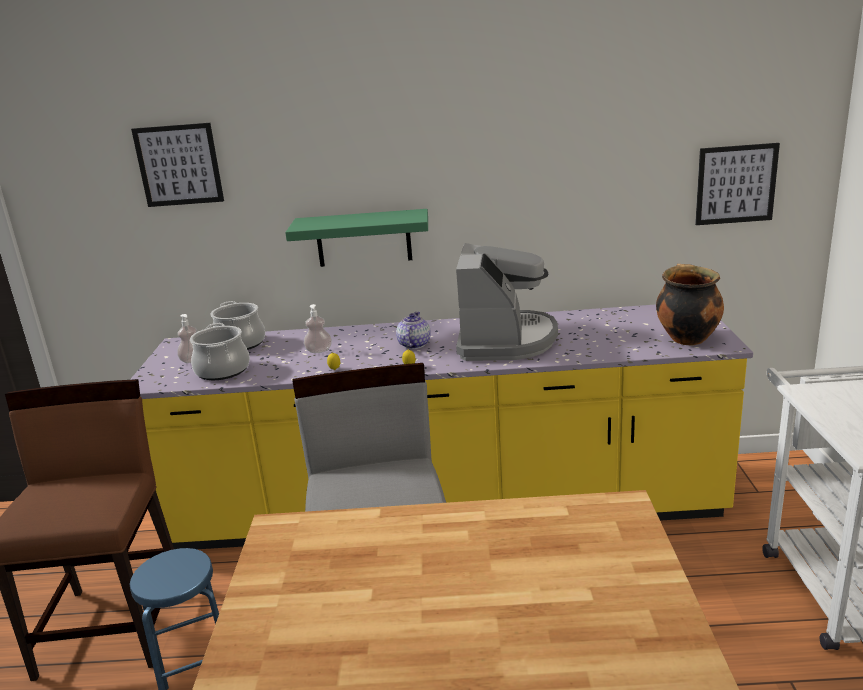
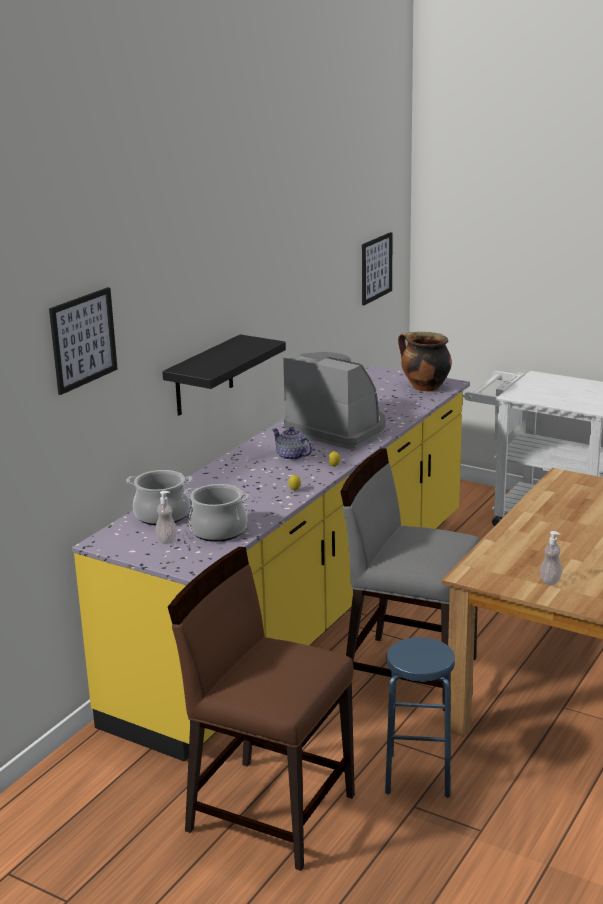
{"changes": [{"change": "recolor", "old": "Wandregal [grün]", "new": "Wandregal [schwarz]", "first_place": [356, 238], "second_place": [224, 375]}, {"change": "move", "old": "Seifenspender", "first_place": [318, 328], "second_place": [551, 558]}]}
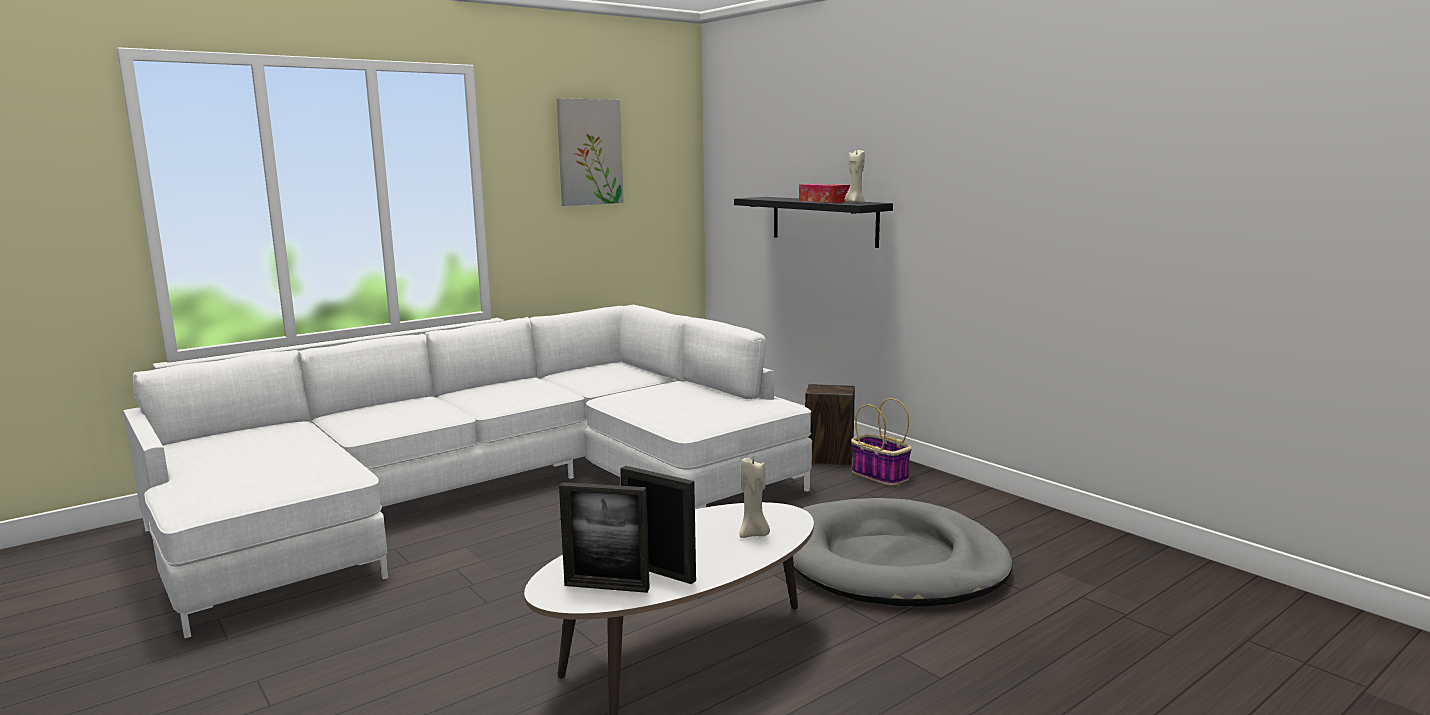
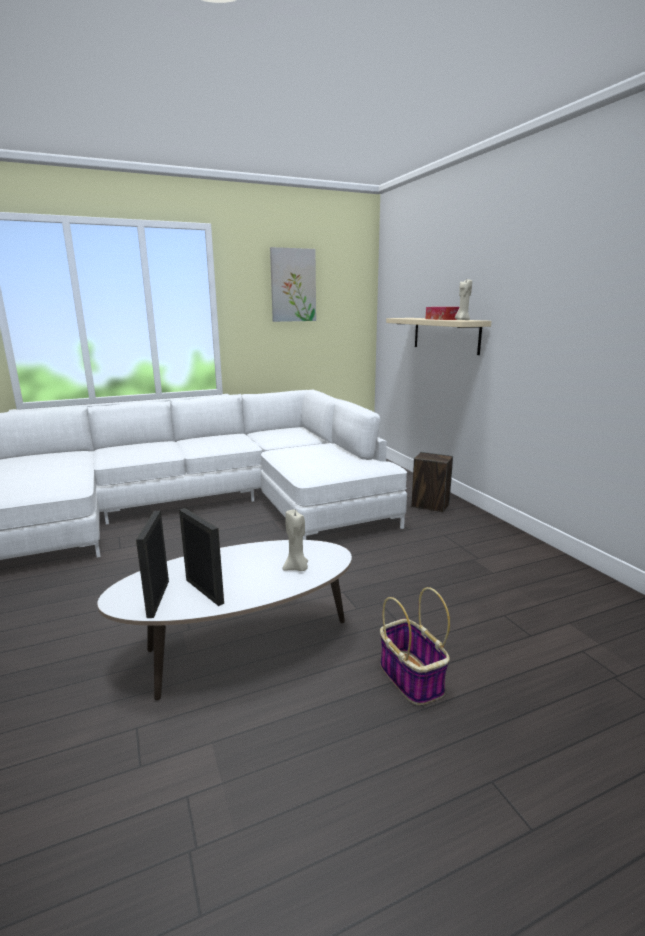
{"changes": [{"change": "rotate", "old": "Bilderrahmen", "first_place": [604, 537], "second_place": [152, 564], "degrees": 60}, {"change": "move", "old": "Korb", "first_place": [881, 442], "second_place": [415, 646]}, {"change": "recolor", "old": "Wandregal [schwarz]", "new": "Wandregal [beige]", "first_place": [813, 222], "second_place": [439, 336]}, {"change": "delete", "old": "Hundebett [grau]", "first_place": [902, 552]}]}
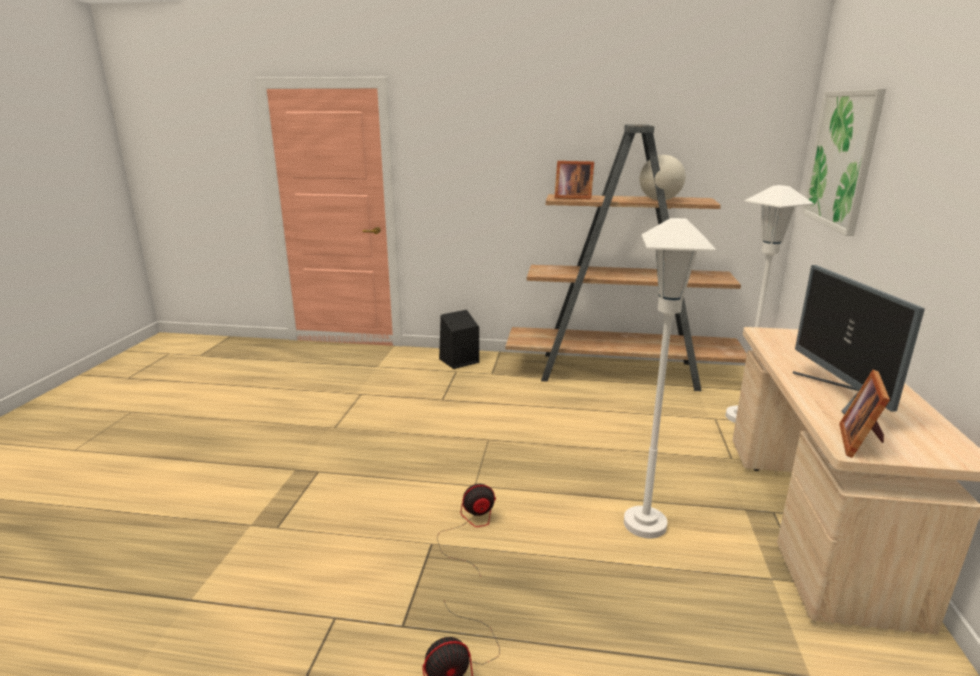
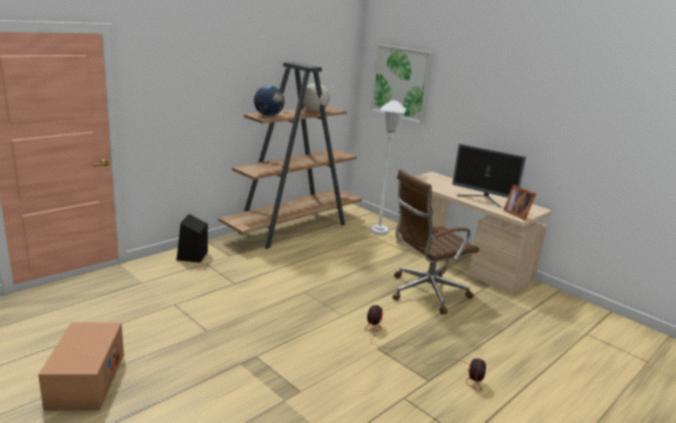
{"changes": [{"change": "insert", "new": "Karton", "second_place": [81, 366]}, {"change": "replace", "old": "Bilderrahmen", "new": "Globus", "first_place": [574, 180], "second_place": [269, 100]}, {"change": "replace", "old": "Stehlampe [weiß]", "new": "Bürostuhl [braun]", "first_place": [670, 378], "second_place": [435, 242]}]}
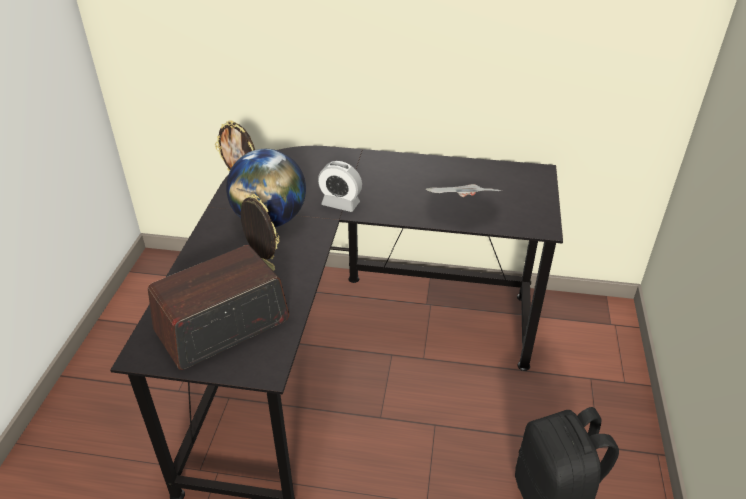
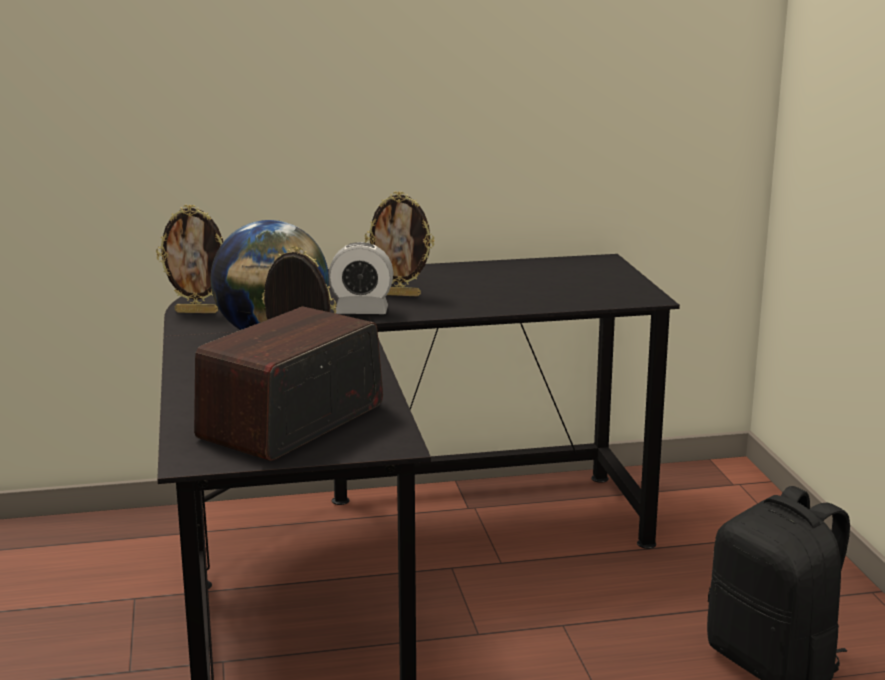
{"changes": [{"change": "insert", "new": "Bilderrahmen", "second_place": [399, 243]}, {"change": "delete", "old": "Zeitung", "first_place": [463, 190]}]}
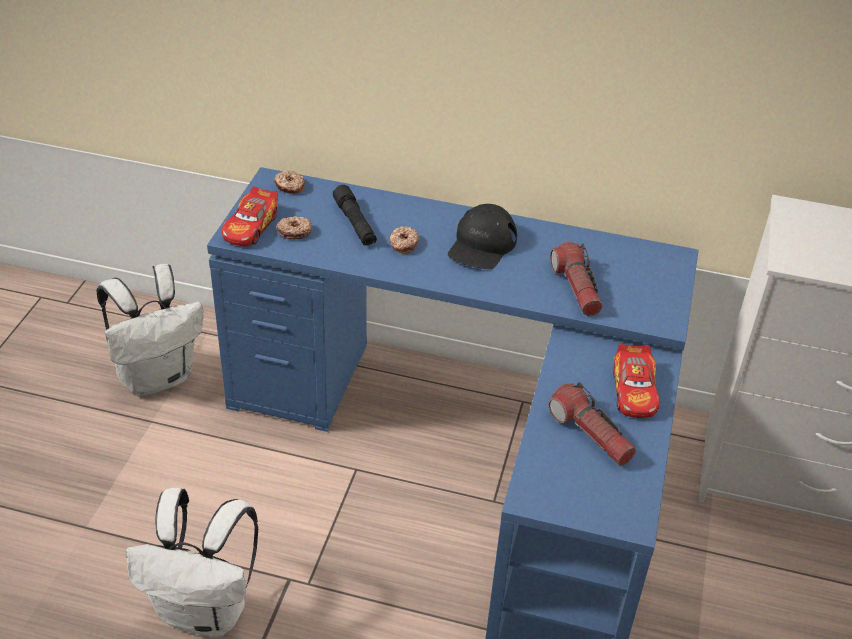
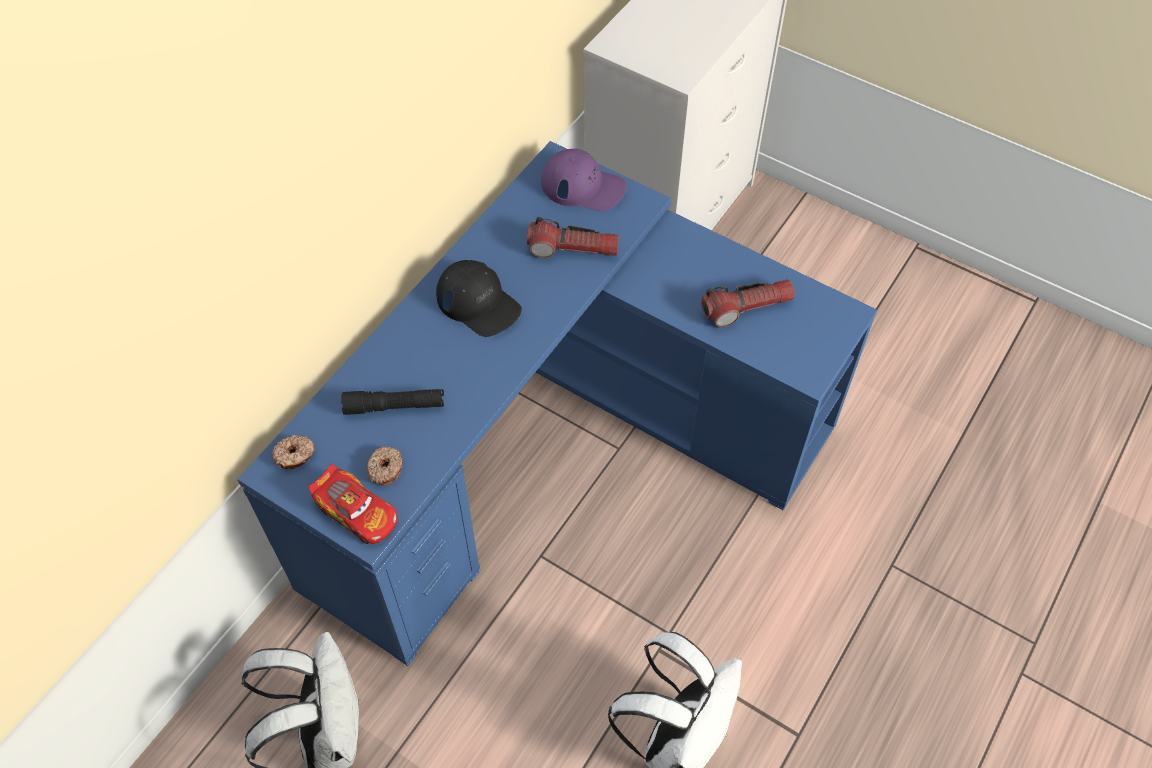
{"changes": [{"change": "insert", "new": "Kappe [lila]", "second_place": [584, 179]}, {"change": "delete", "old": "Donut", "first_place": [404, 240]}, {"change": "delete", "old": "Spielzeugauto", "first_place": [636, 381]}]}
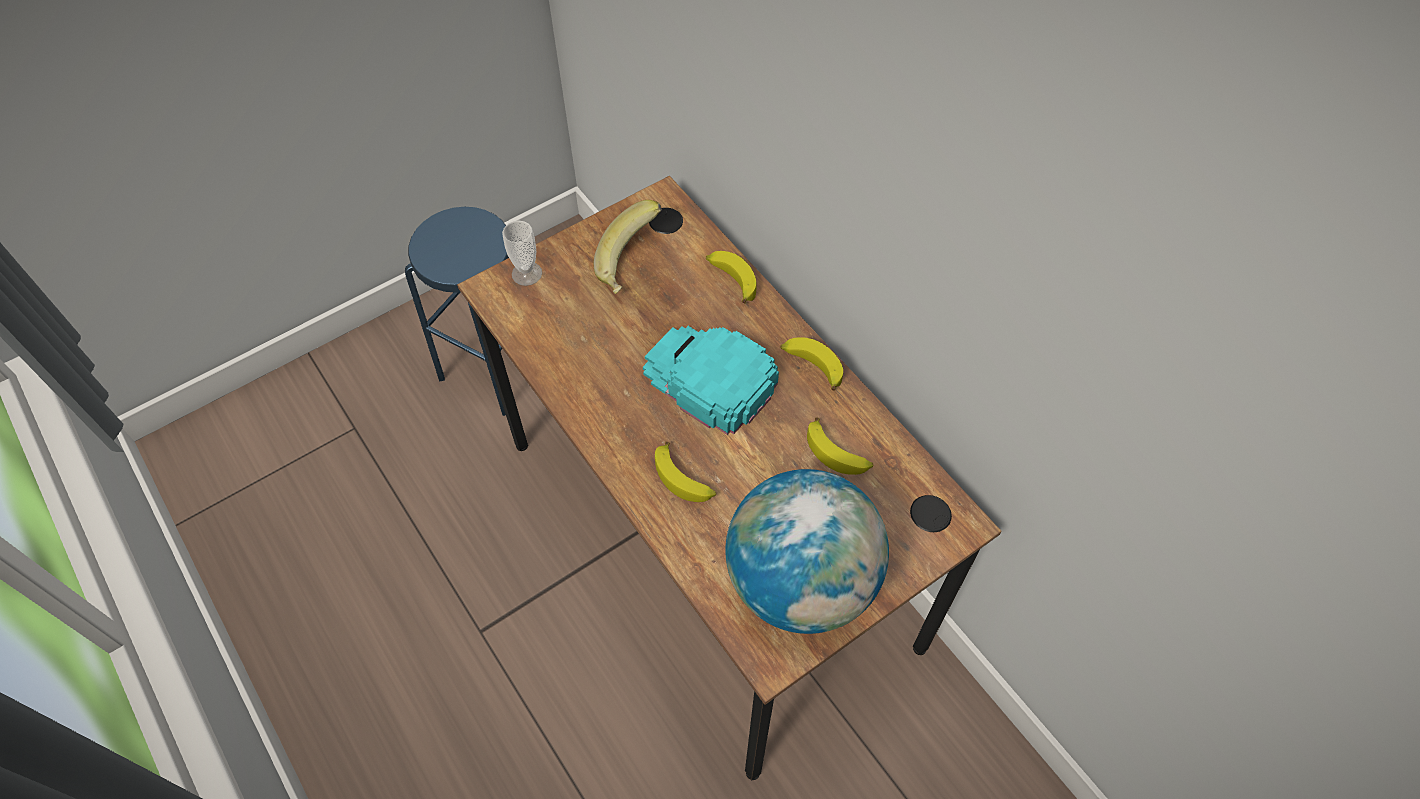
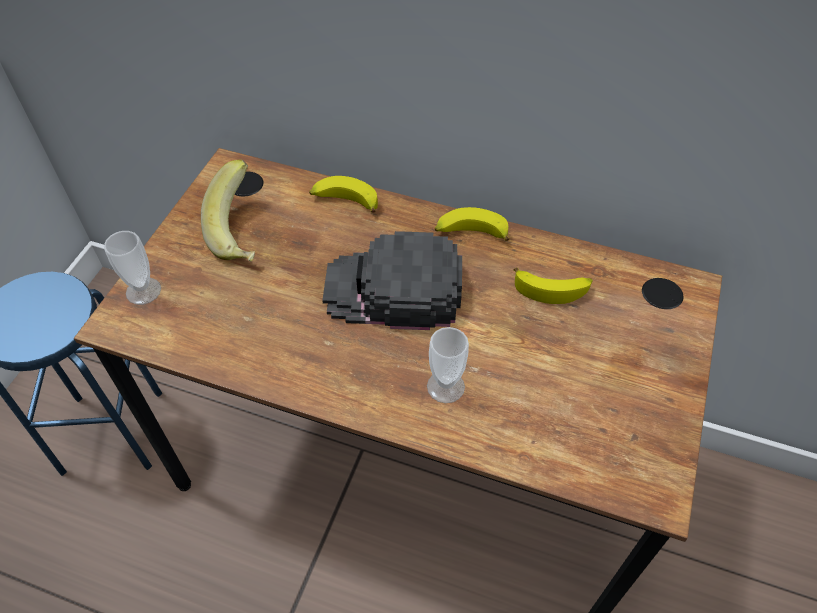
{"changes": [{"change": "recolor", "old": "Kappe [türkis]", "new": "Kappe [schwarz]", "first_place": [711, 380], "second_place": [392, 280]}, {"change": "replace", "old": "Banane", "new": "Tasse", "first_place": [685, 472], "second_place": [448, 365]}, {"change": "delete", "old": "Globus", "first_place": [807, 551]}]}
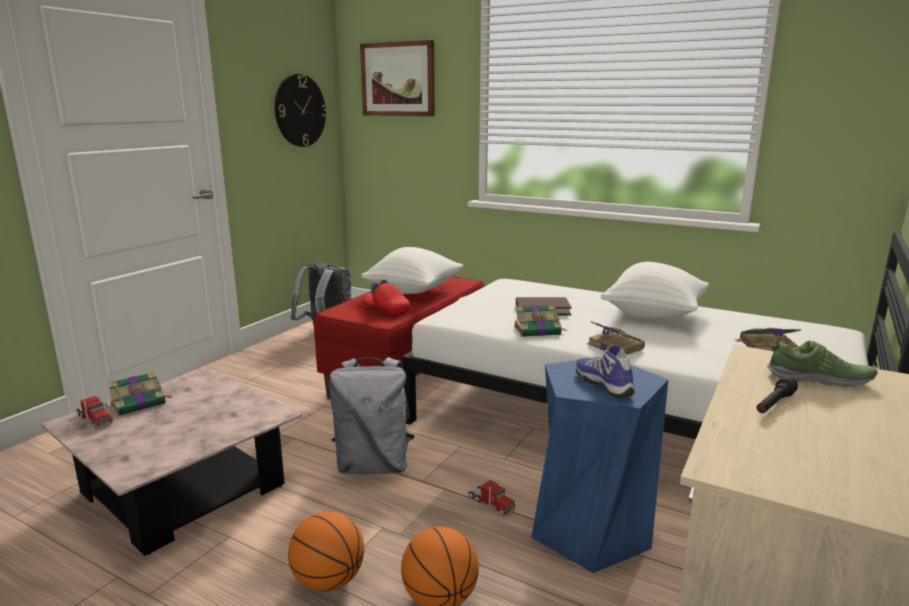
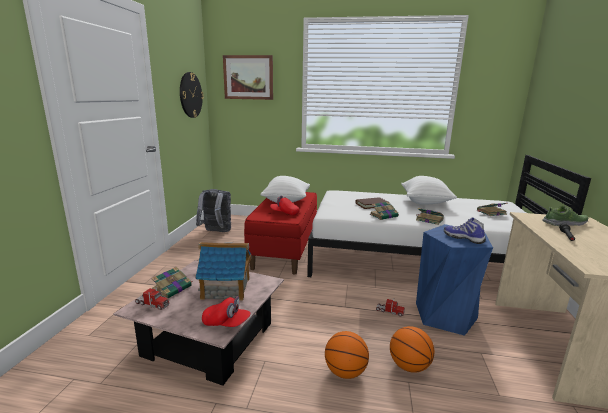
{"changes": [{"change": "insert", "new": "Spielzeughaus", "second_place": [223, 271]}, {"change": "insert", "new": "Kappe [rot]", "second_place": [226, 311]}, {"change": "delete", "old": "Rucksack [grau]", "first_place": [372, 415]}]}
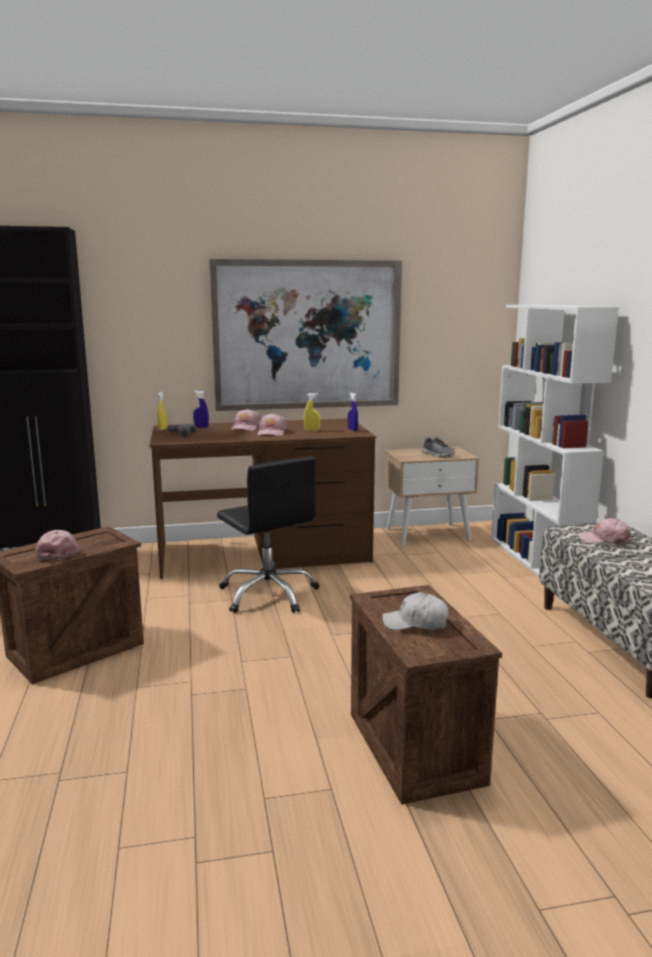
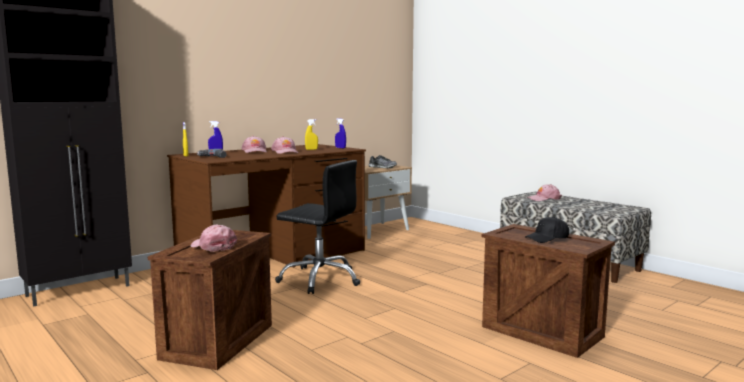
{"changes": [{"change": "recolor", "old": "Kappe [weiß]", "new": "Kappe [schwarz]", "first_place": [415, 611], "second_place": [547, 229]}, {"change": "delete", "old": "Bild", "first_place": [305, 335]}, {"change": "delete", "old": "Bücherregal [weiß]", "first_place": [555, 441]}]}
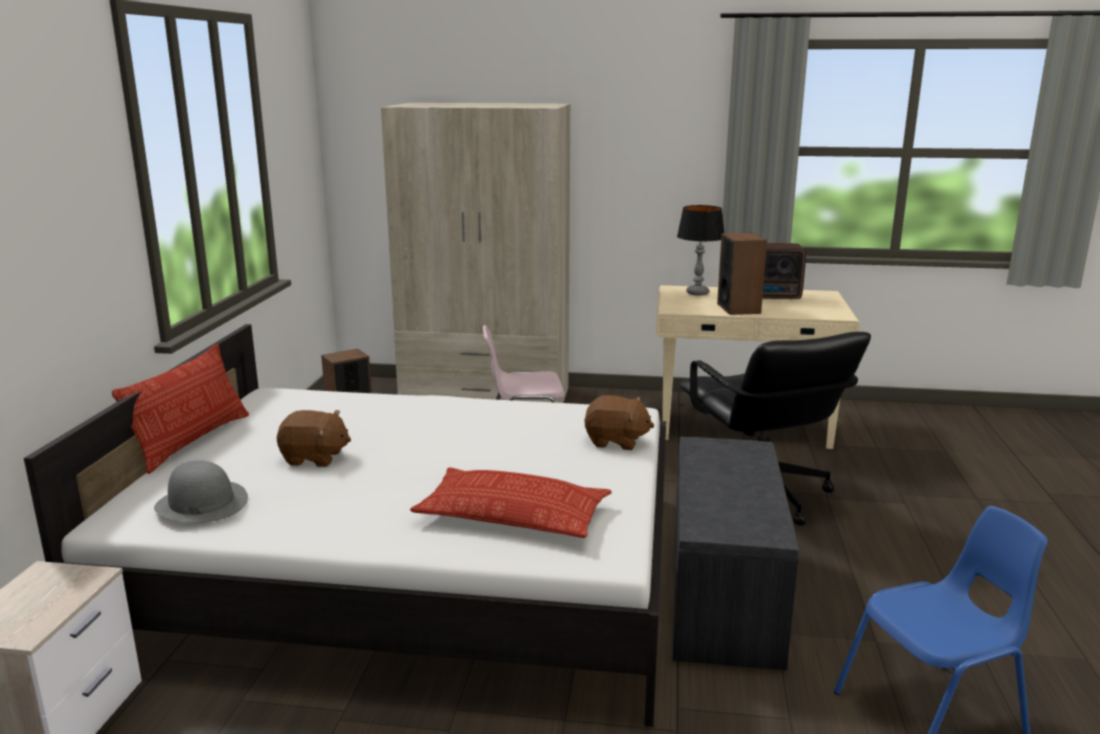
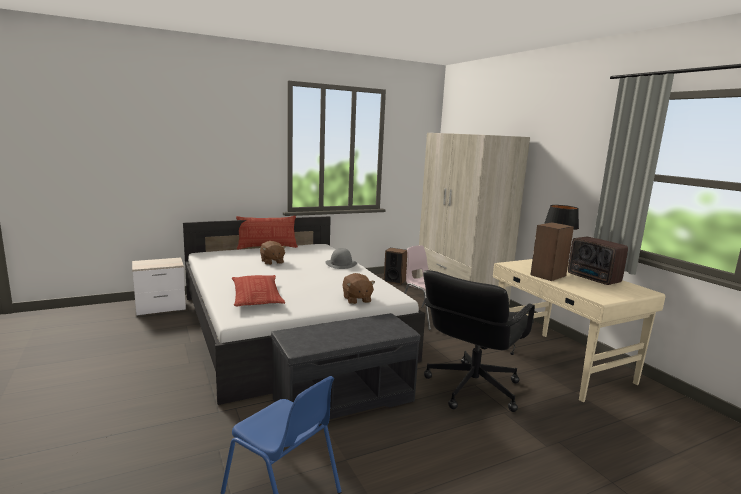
{"changes": [{"change": "move", "old": "Hut [grau]", "first_place": [201, 491], "second_place": [341, 258]}]}
